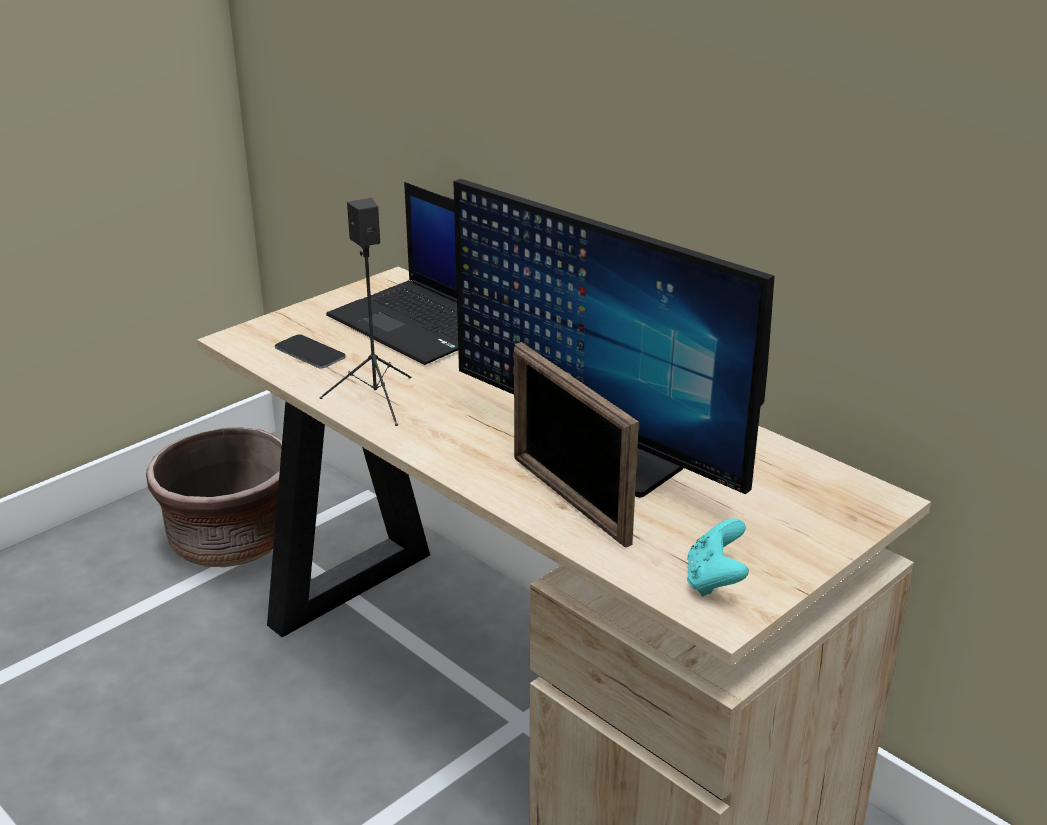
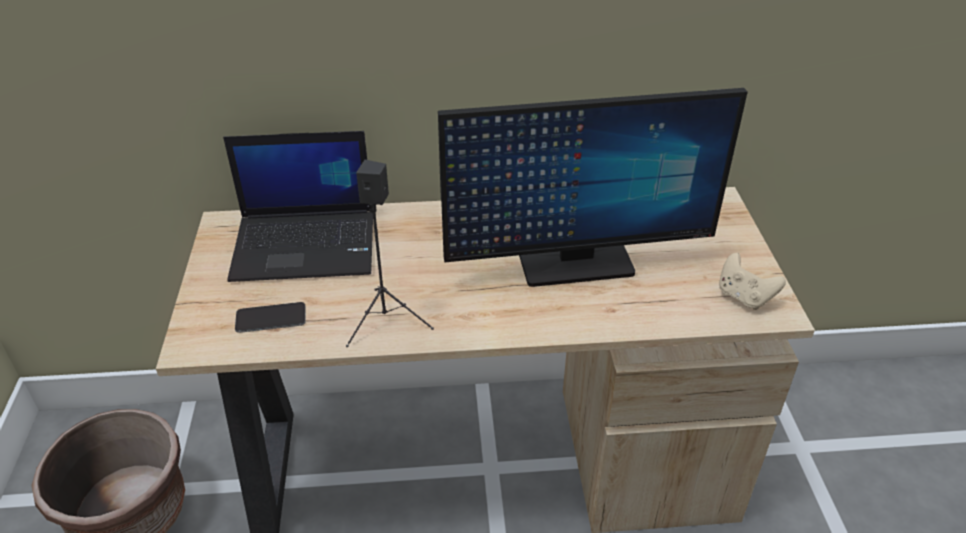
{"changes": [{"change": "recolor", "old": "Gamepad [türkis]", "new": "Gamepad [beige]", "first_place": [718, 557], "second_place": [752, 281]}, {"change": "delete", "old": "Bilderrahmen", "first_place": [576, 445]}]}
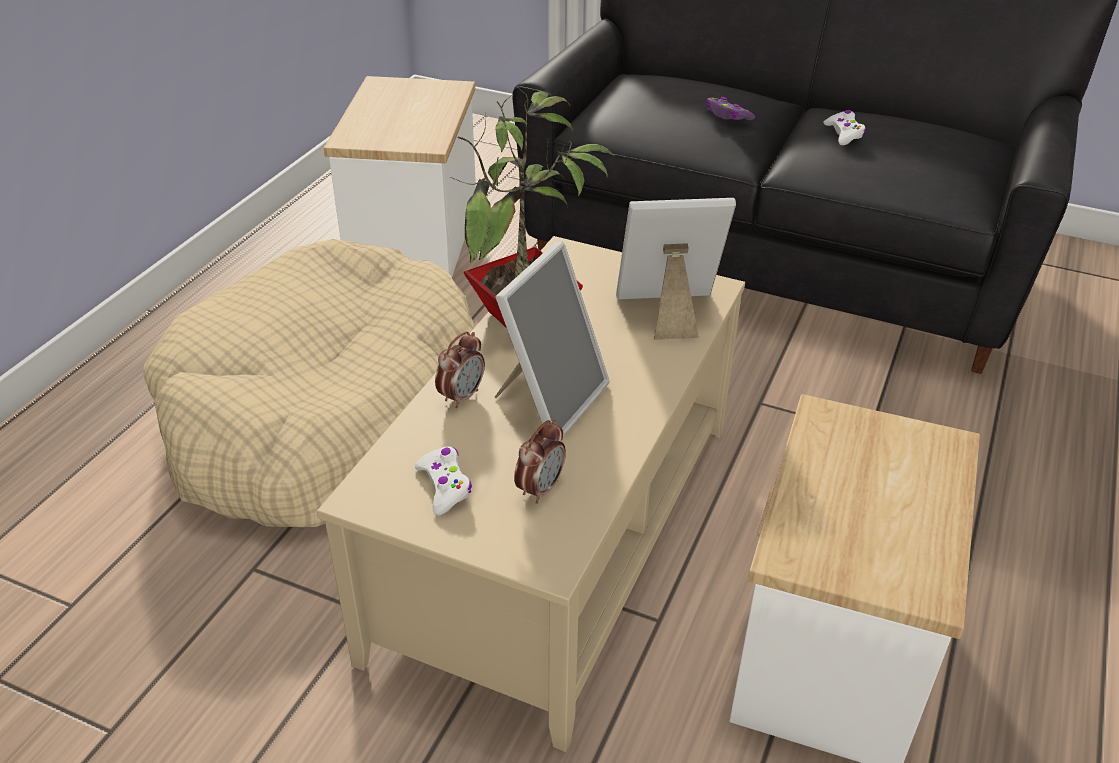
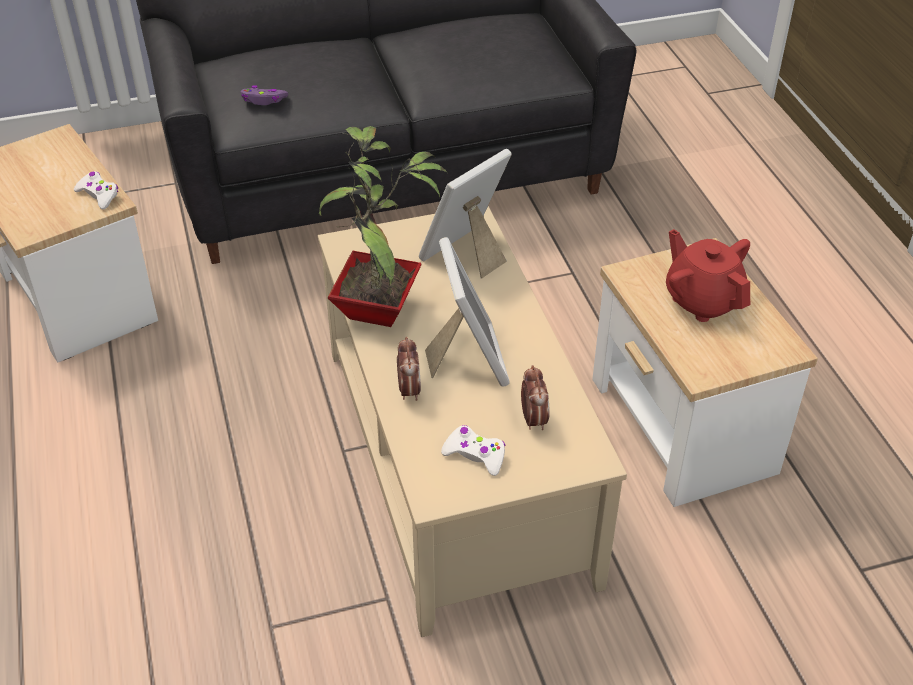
{"changes": [{"change": "move", "old": "Gamepad [weiß]", "first_place": [844, 127], "second_place": [96, 190]}, {"change": "move", "old": "Gamepad [lila]", "first_place": [730, 108], "second_place": [264, 95]}, {"change": "insert", "new": "Teekanne [rot]", "second_place": [708, 275]}, {"change": "delete", "old": "Hundebett [beige]", "first_place": [309, 383]}]}
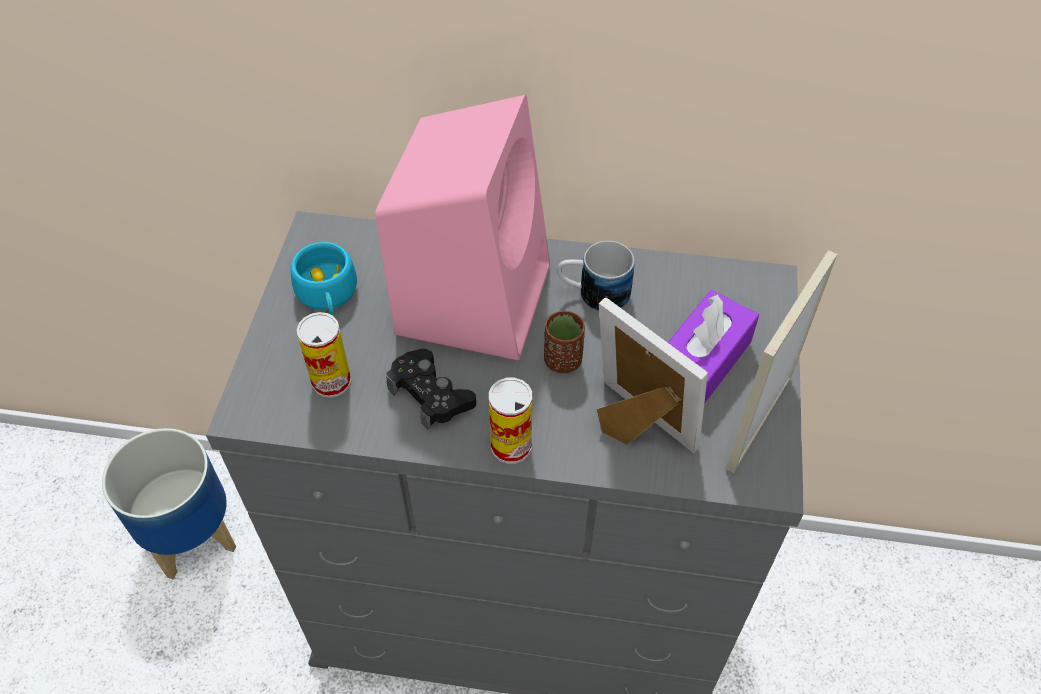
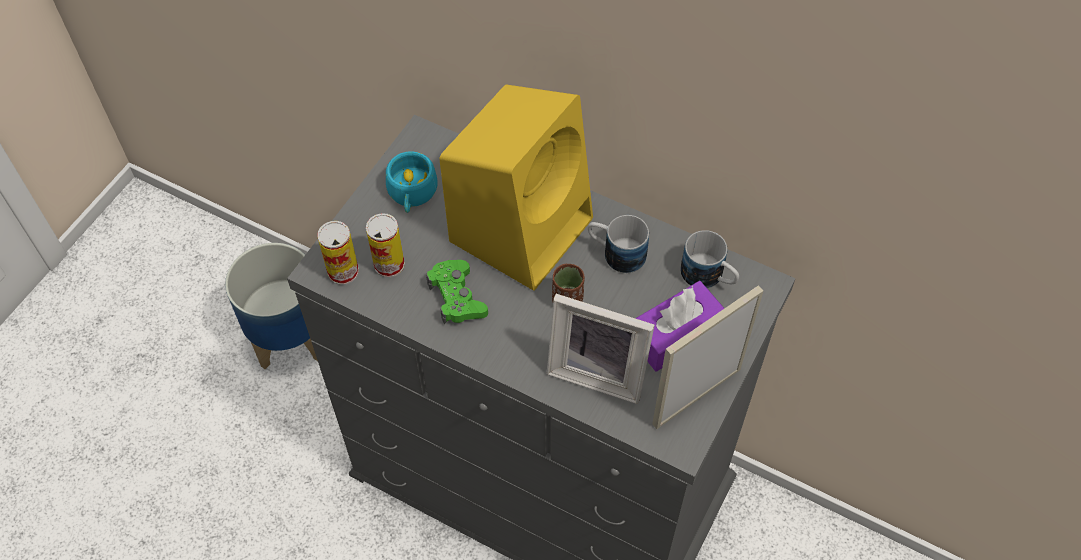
{"changes": [{"change": "move", "old": "Dose", "first_place": [510, 421], "second_place": [338, 253]}, {"change": "recolor", "old": "Gamepad [schwarz]", "new": "Gamepad [grün]", "first_place": [431, 389], "second_place": [457, 292]}, {"change": "recolor", "old": "Lautsprecher [rosa]", "new": "Lautsprecher [gelb]", "first_place": [462, 228], "second_place": [516, 187]}, {"change": "rotate", "old": "Bilderrahmen", "first_place": [652, 375], "second_place": [601, 349], "degrees": 135}, {"change": "insert", "new": "Henkelbecher", "second_place": [710, 259]}]}
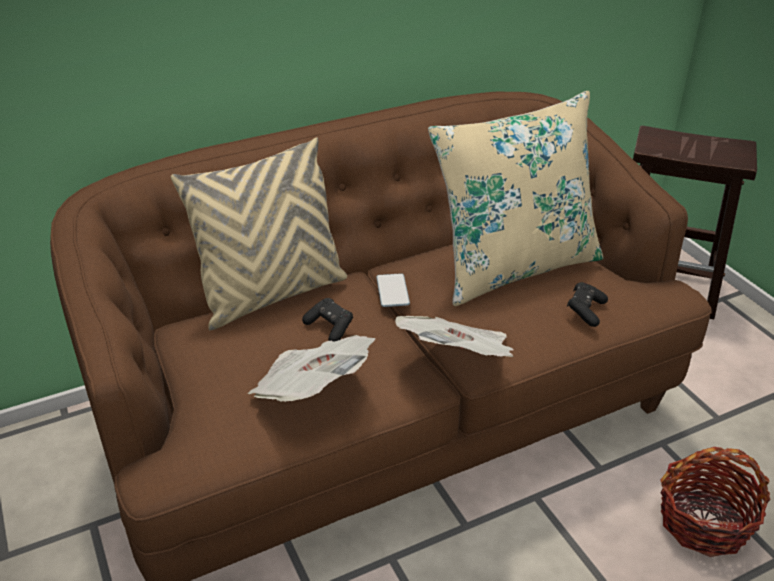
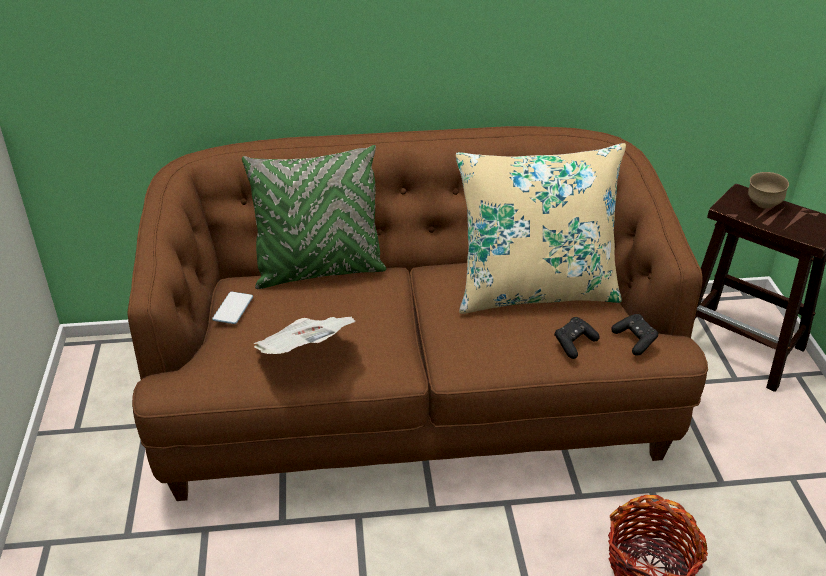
{"changes": [{"change": "move", "old": "Handy", "first_place": [393, 290], "second_place": [232, 308]}, {"change": "recolor", "old": "Kissen [beige]", "new": "Kissen [grün]", "first_place": [259, 233], "second_place": [314, 217]}, {"change": "move", "old": "Gamepad [schwarz]", "first_place": [327, 320], "second_place": [634, 335]}, {"change": "insert", "new": "Schüssel [braun]", "second_place": [768, 190]}, {"change": "delete", "old": "Zeitung", "first_place": [454, 336]}]}
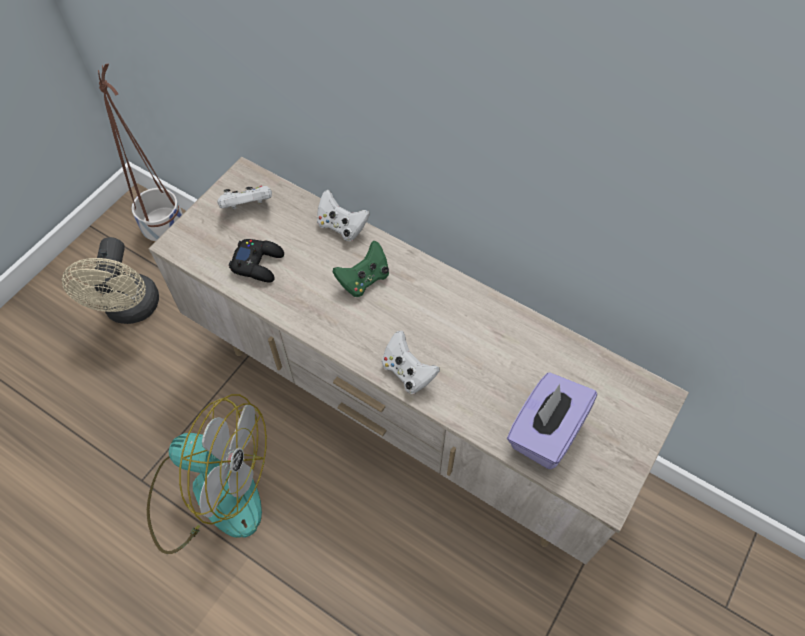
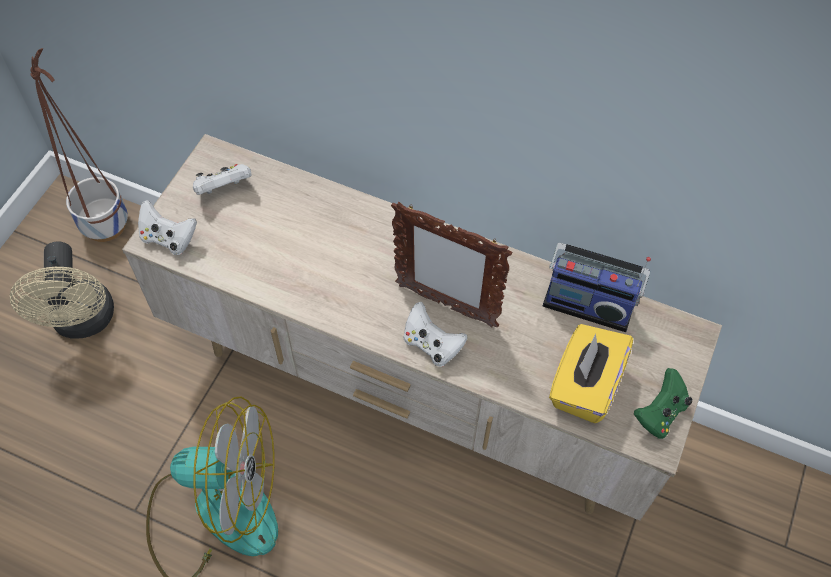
{"changes": [{"change": "move", "old": "Gamepad [weiß]", "first_place": [343, 215], "second_place": [167, 227]}, {"change": "insert", "new": "Bilderrahmen", "second_place": [451, 264]}, {"change": "insert", "new": "Radio", "second_place": [597, 287]}, {"change": "recolor", "old": "Taschentuchbox [lila]", "new": "Taschentuchbox [gelb]", "first_place": [552, 420], "second_place": [591, 373]}, {"change": "move", "old": "Gamepad [grün]", "first_place": [361, 269], "second_place": [663, 403]}, {"change": "delete", "old": "Gamepad [schwarz]", "first_place": [256, 261]}]}
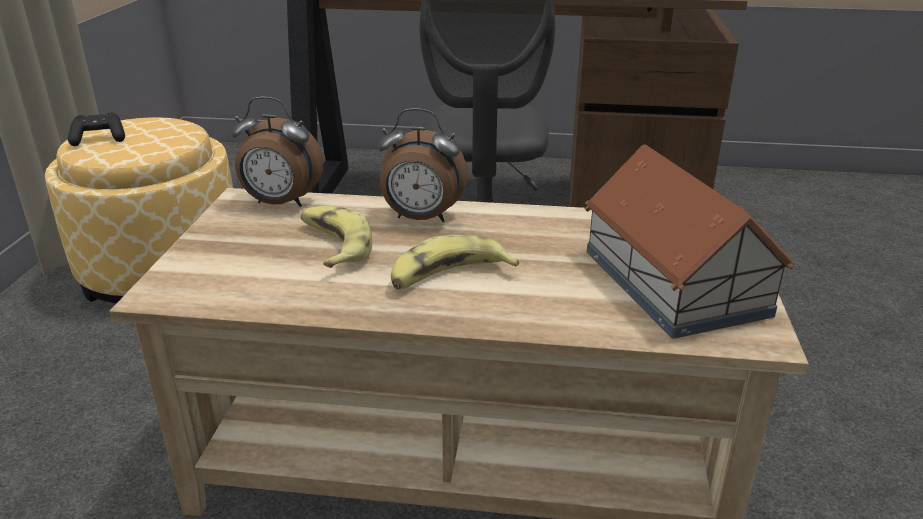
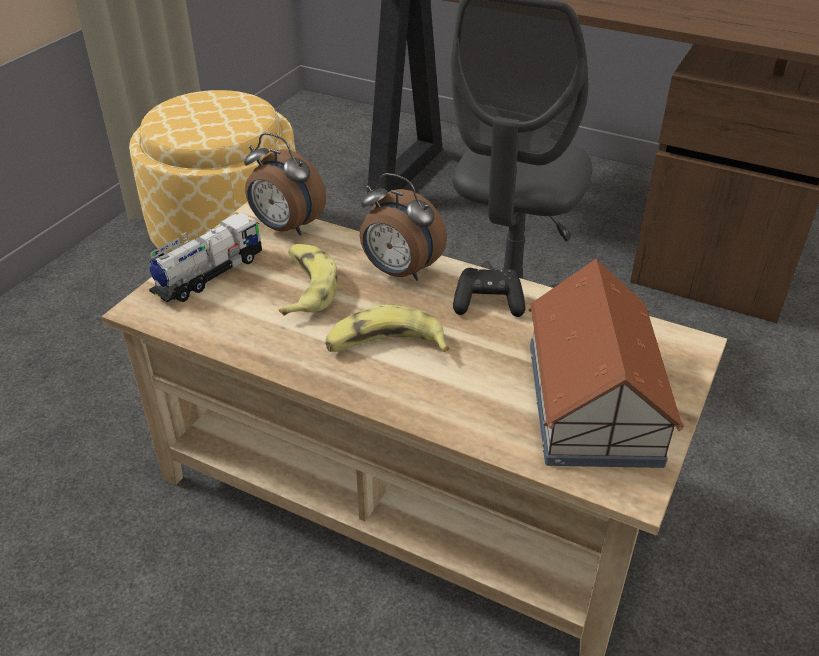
{"changes": [{"change": "insert", "new": "Spielzeuglaster", "second_place": [205, 257]}, {"change": "move", "old": "Gamepad [schwarz]", "first_place": [96, 129], "second_place": [489, 292]}]}
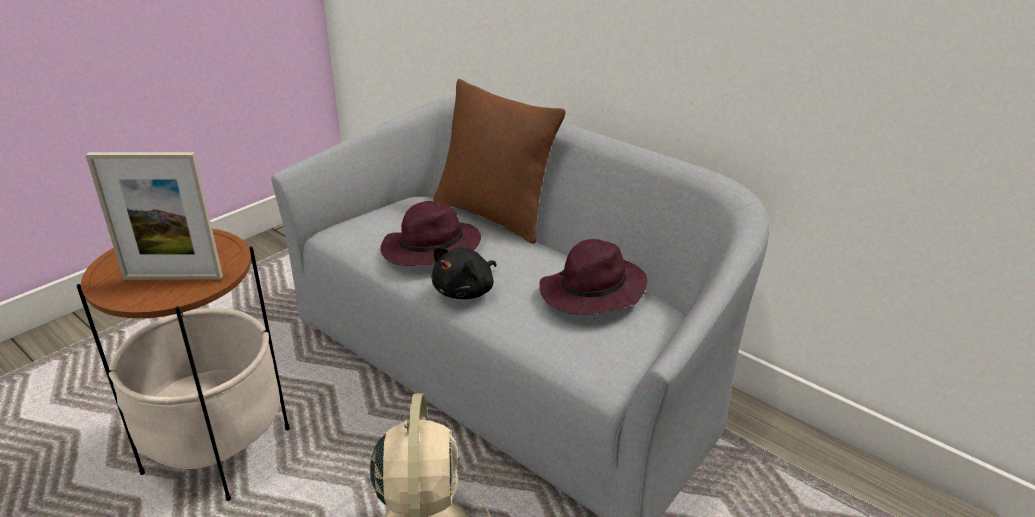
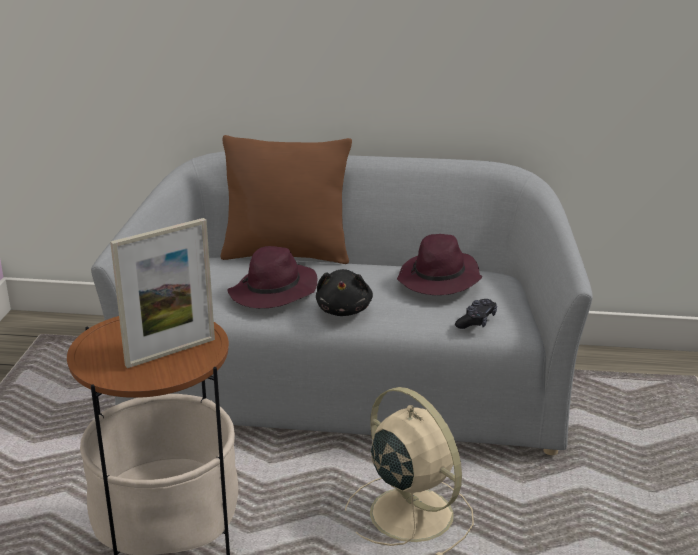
{"changes": [{"change": "insert", "new": "Gamepad [schwarz]", "second_place": [476, 314]}]}
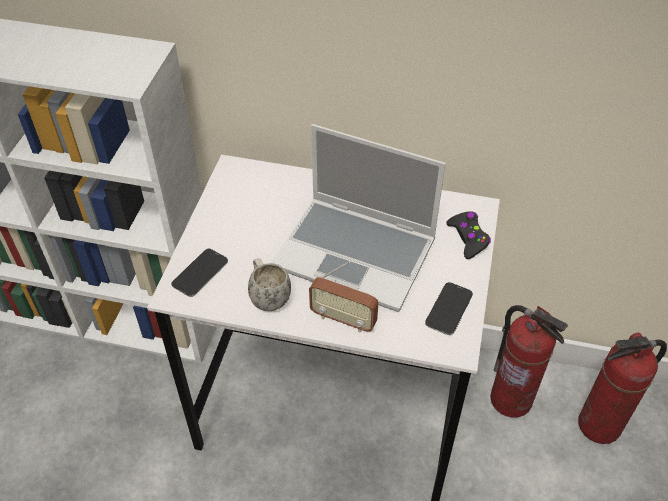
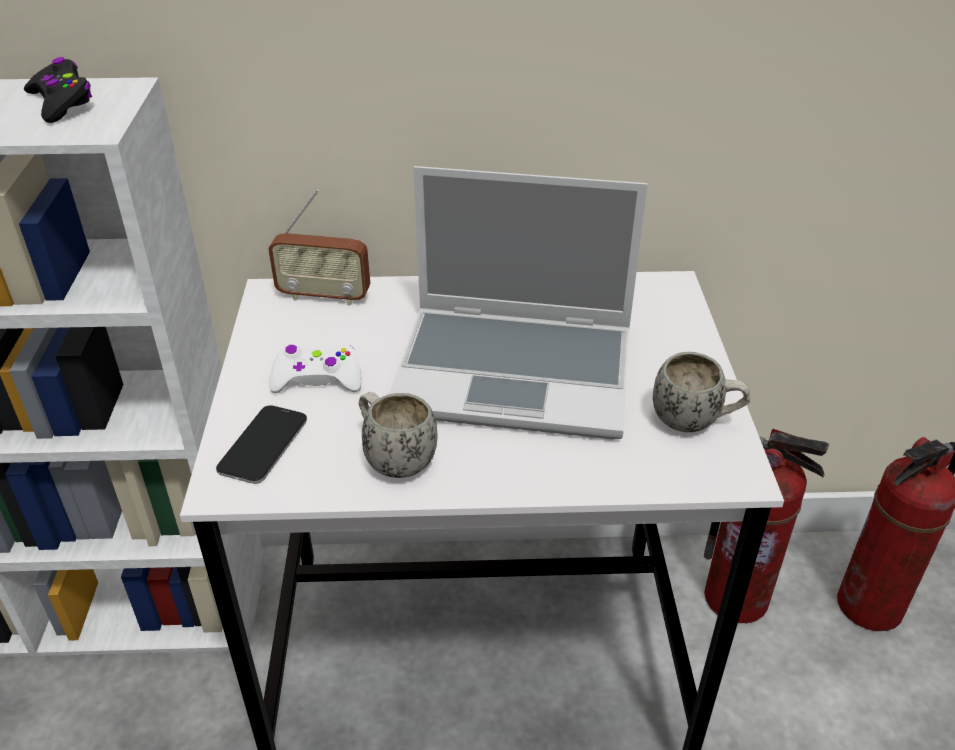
{"changes": [{"change": "move", "old": "Gamepad [schwarz]", "first_place": [468, 235], "second_place": [58, 90]}, {"change": "move", "old": "Radio", "first_place": [344, 297], "second_place": [319, 247]}, {"change": "insert", "new": "Gamepad [weiß]", "second_place": [315, 368]}, {"change": "replace", "old": "Handy", "new": "Henkelbecher [weiß]", "first_place": [449, 308], "second_place": [701, 392]}]}
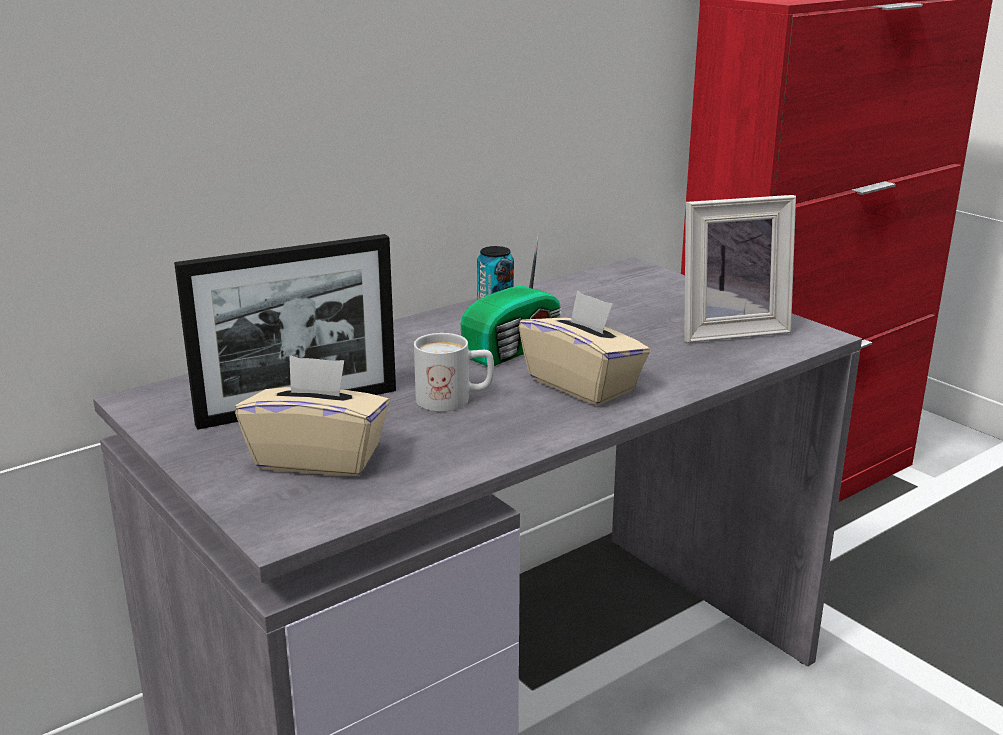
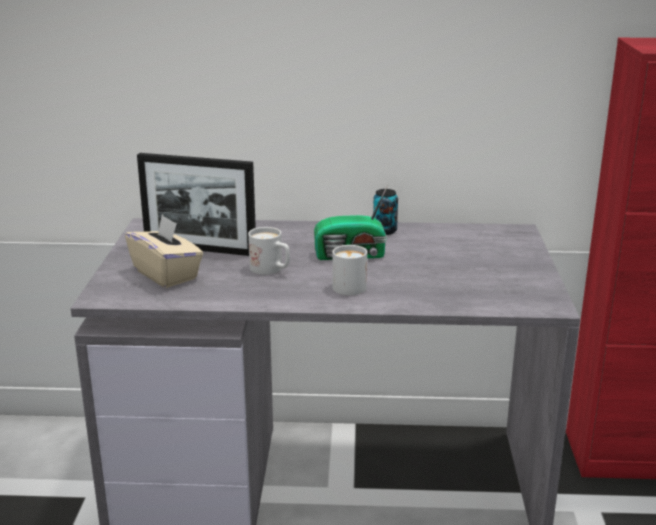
{"changes": [{"change": "replace", "old": "Taschentuchbox [beige]", "new": "Henkelbecher [weiß]", "first_place": [584, 348], "second_place": [350, 270]}, {"change": "delete", "old": "Bilderrahmen", "first_place": [740, 269]}]}
